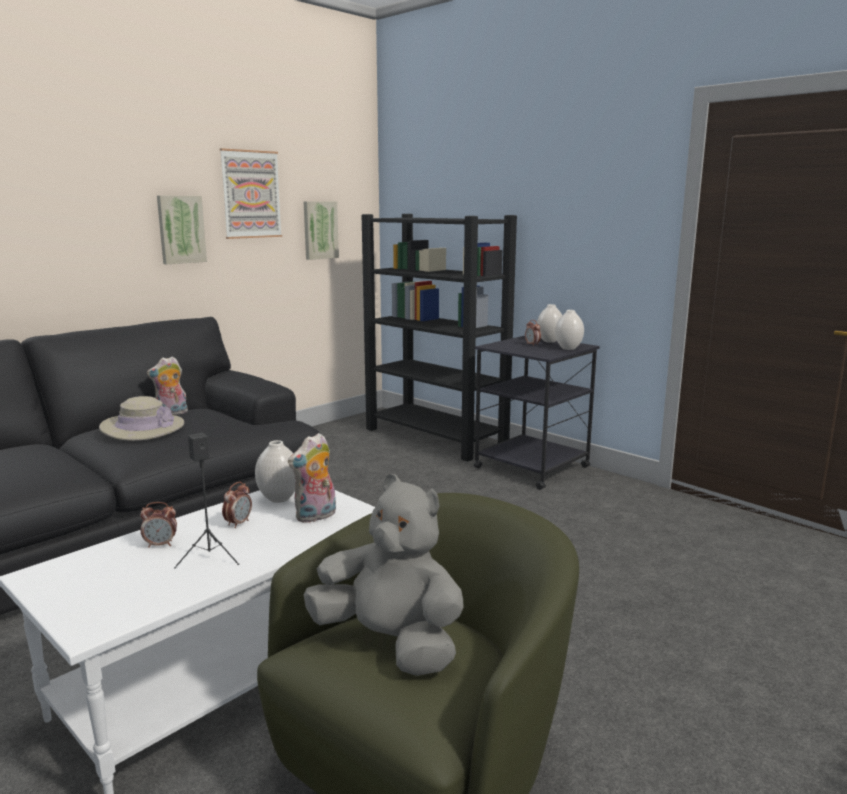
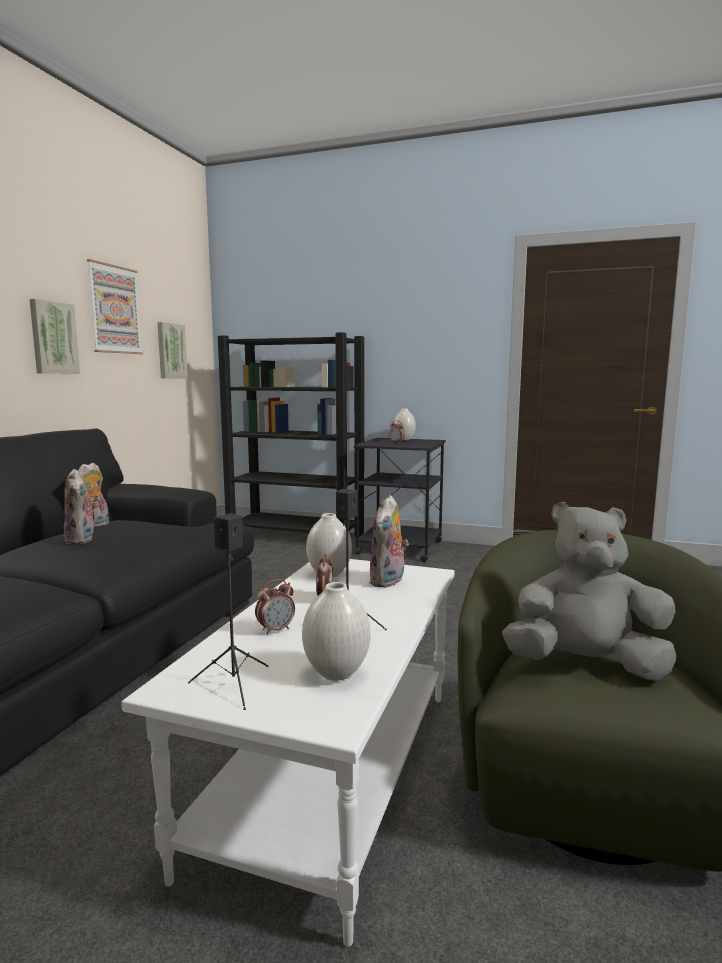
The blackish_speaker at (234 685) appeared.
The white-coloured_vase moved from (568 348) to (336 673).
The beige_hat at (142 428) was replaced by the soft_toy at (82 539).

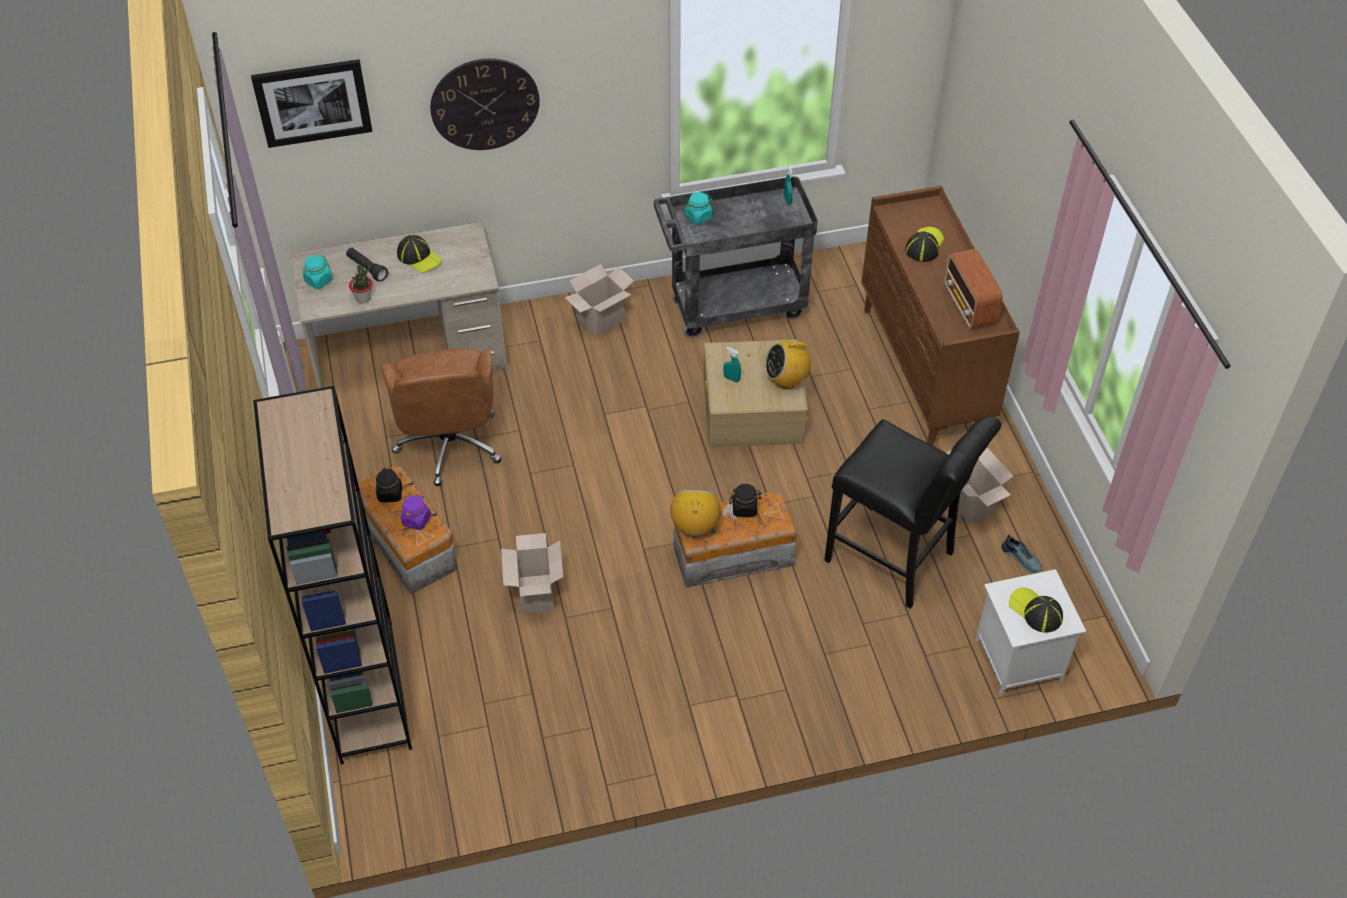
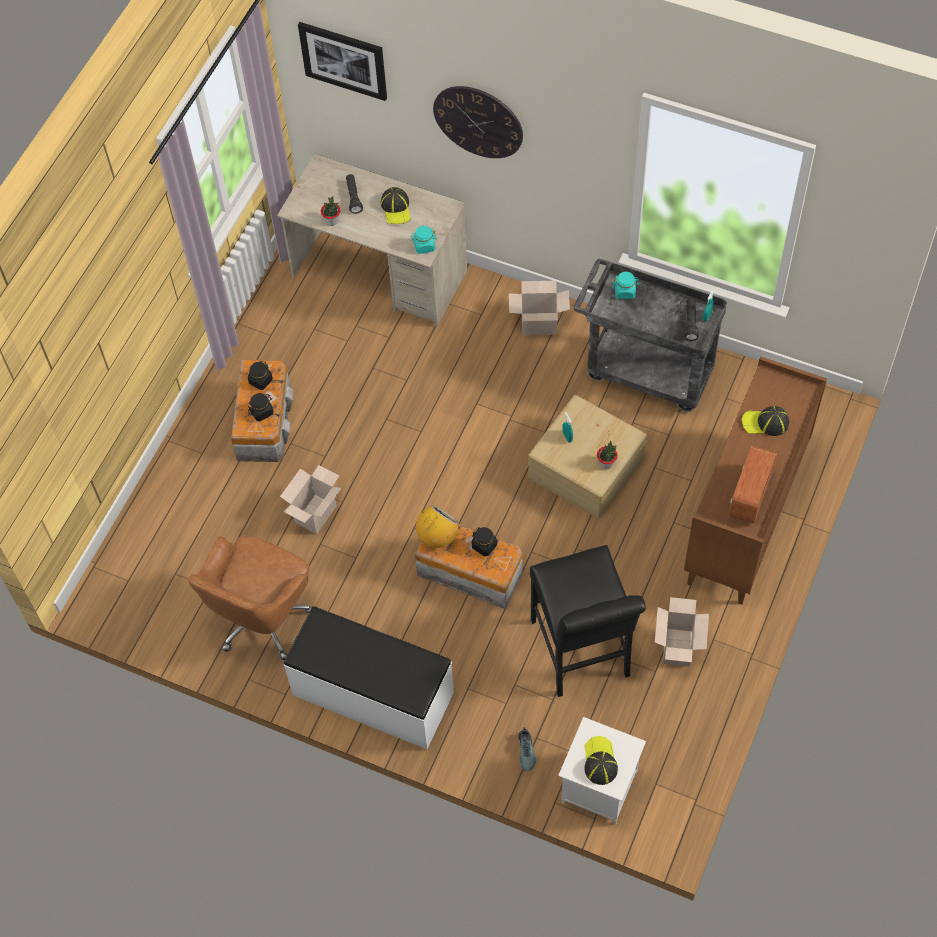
The beige_bookcase at (366 690) disappeared.
The white-coloured_bench at (372 695) appeared.
The blackish_hand_torch at (690 323) appeared.
The turquoise_jar moved from (318 280) to (424 246).
The brownish_desk_chair moved from (449 445) to (262 618).
The shoe moved from (1022 558) to (527 751).
The radio at (786 380) was replaced by the plant_in_a_pot at (606 463).
The purple-coloured_jar at (416 520) became the blackish_jar at (261 412).
The baseball_cap at (924 246) turned 150 degrees counterclockwise.

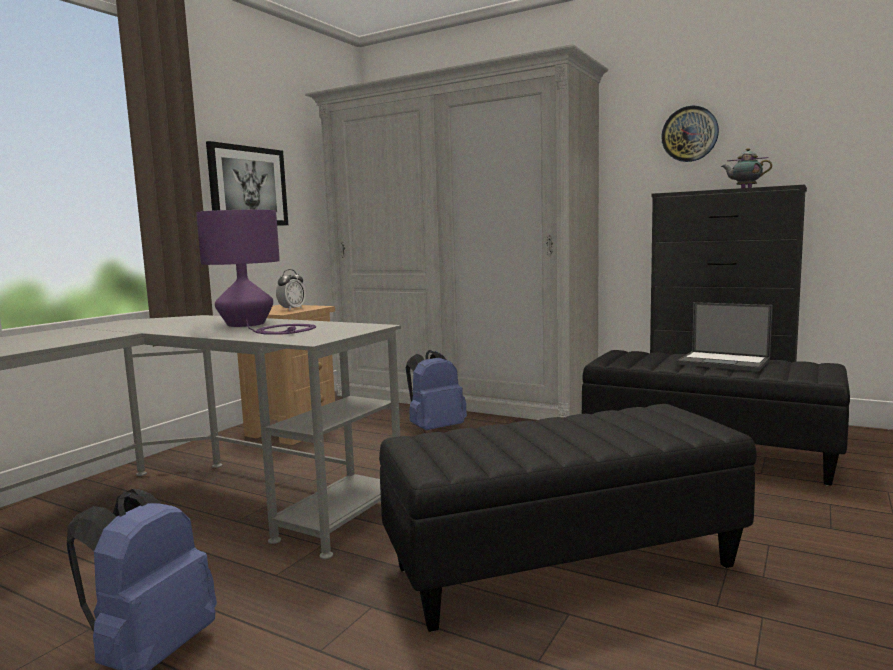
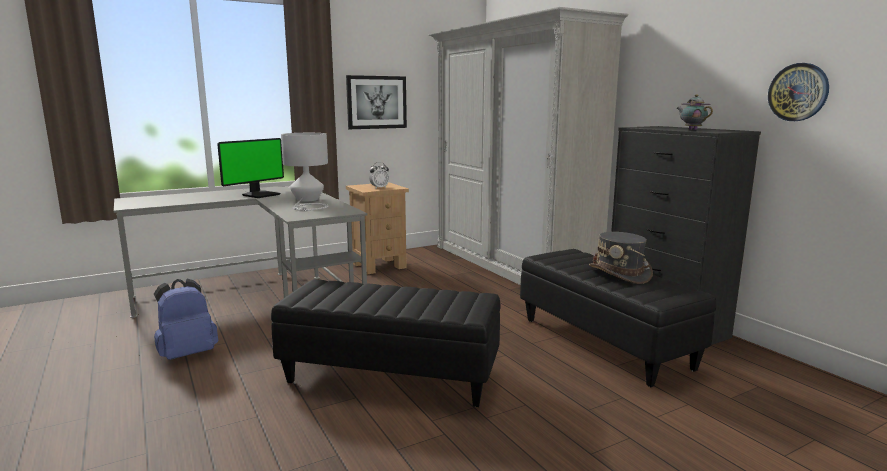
The bluish_backpack at (435 429) disappeared.
The computer_screen at (260 195) appeared.
The hanging_clock moved from (689 134) to (798 92).
The notebook_computer at (724 362) was replaced by the grey_hat at (619 274).
The purple-coloured_tabletop_lamp at (260 326) became the white-coloured_tabletop_lamp at (308 202).

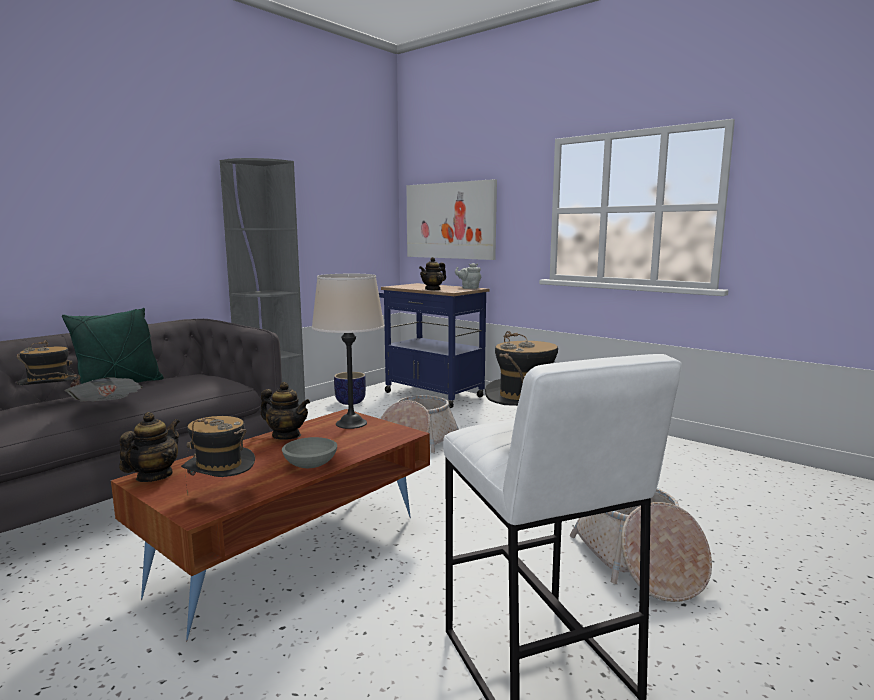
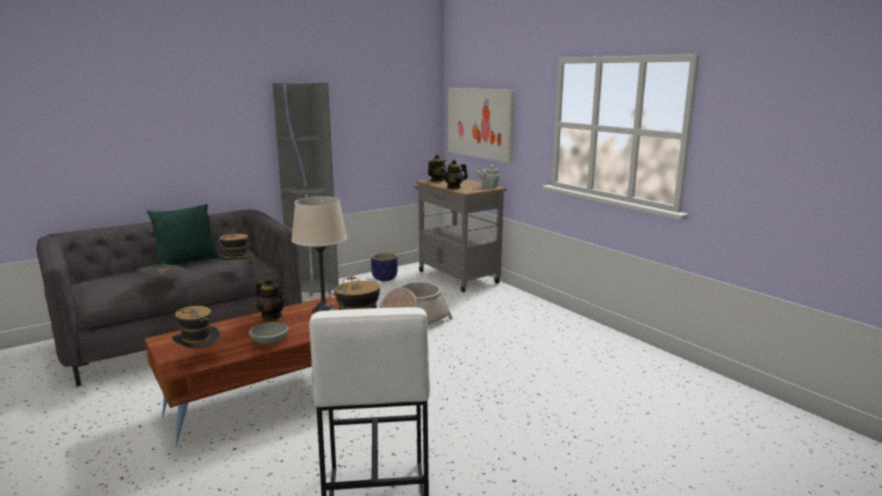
The storage_basket at (639 562) disappeared.
The hat moved from (51 404) to (237 272).
The tea_pot moved from (154 476) to (436 181).
The bluish_wheeled_cart at (431 394) became the grey_wheeled_cart at (456 276).

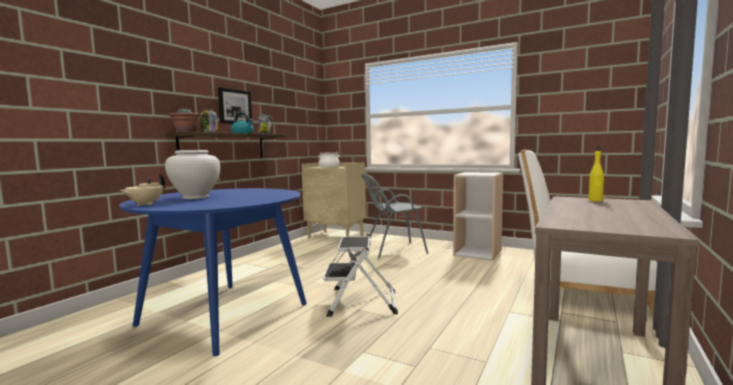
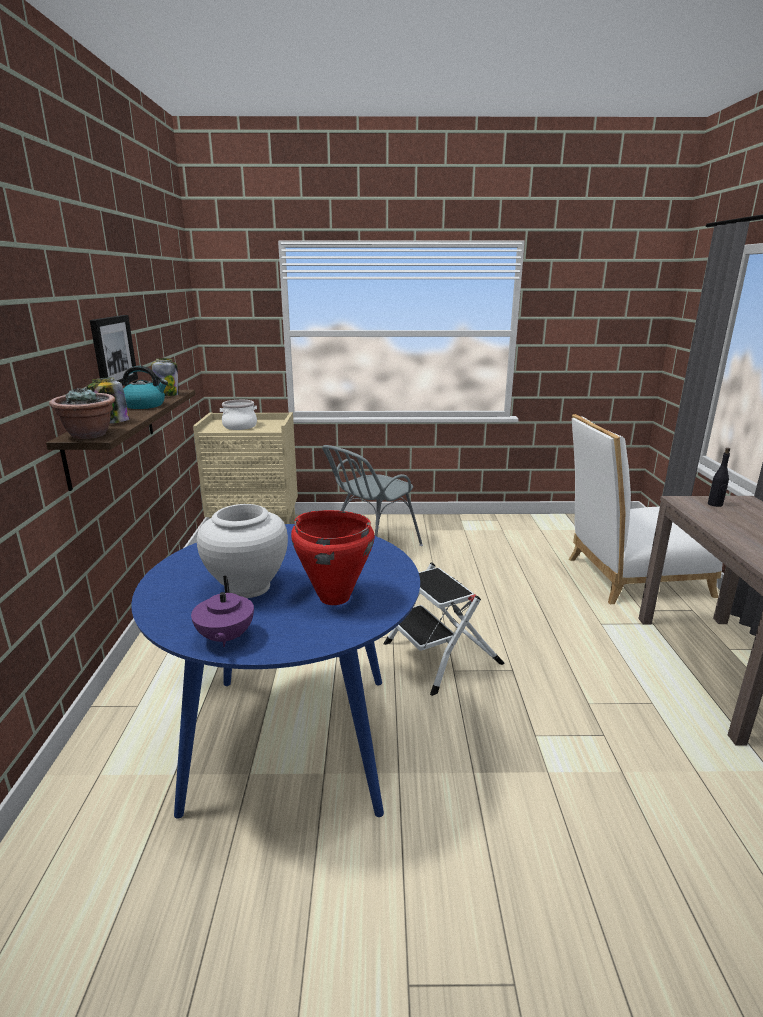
The bookcase at (478 253) disappeared.
The red-coloured_cooking_pot at (334 597) appeared.
The beige_tea_pot at (145 204) became the purple-coloured_tea_pot at (225 638).
The yellowish_bottle at (595 200) became the blackish_bottle at (715 504).

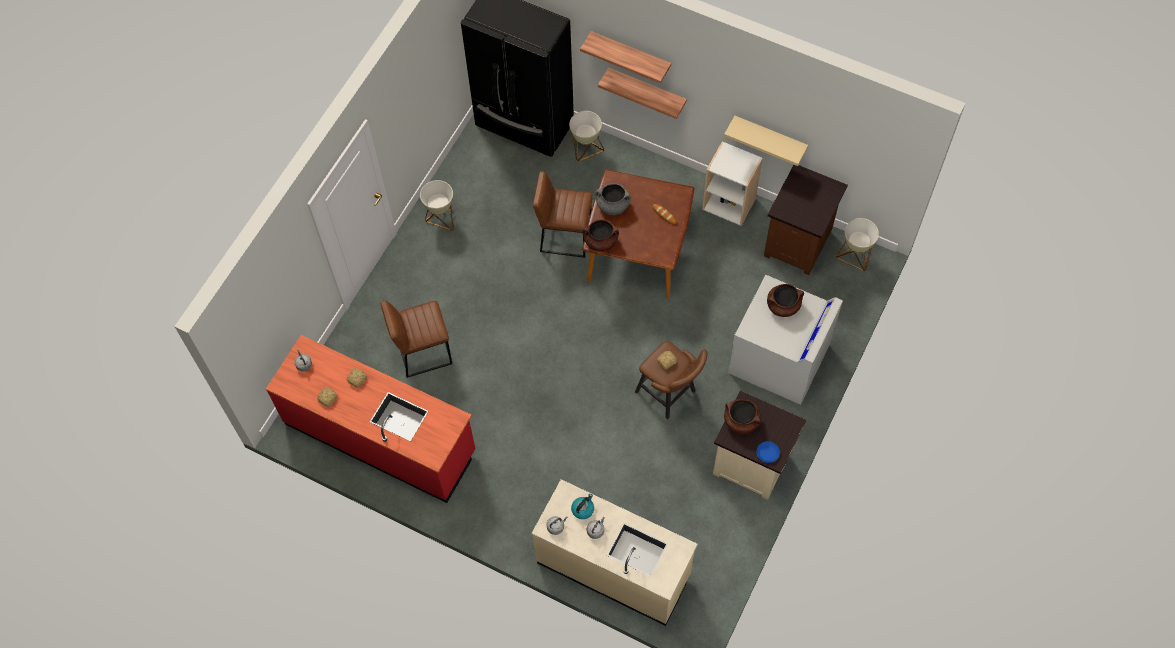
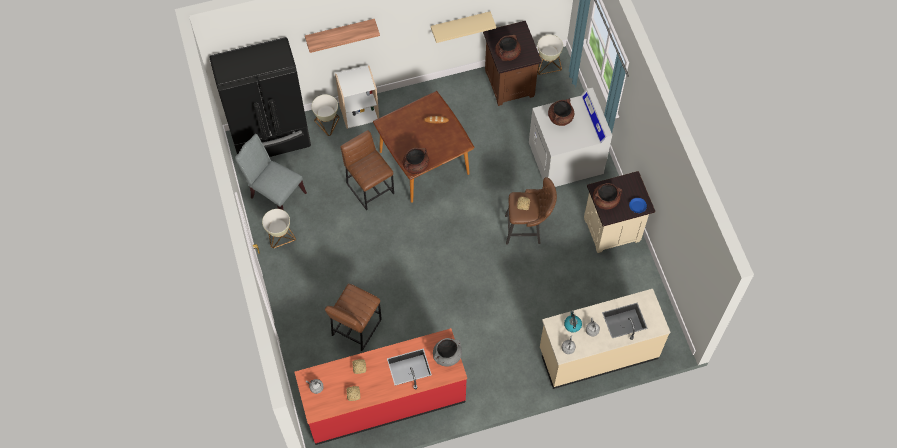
The bracket_shelf at (647 89) disappeared.
The grey_chair at (275 195) appeared.
The brownish_cooking_pot at (507 54) appeared.
The grey_cooking_pot moved from (612 205) to (447 356).
The white-coloured_bookcase moved from (729 203) to (359 112).
The brownish_chair at (564 237) turned 90 degrees clockwise.

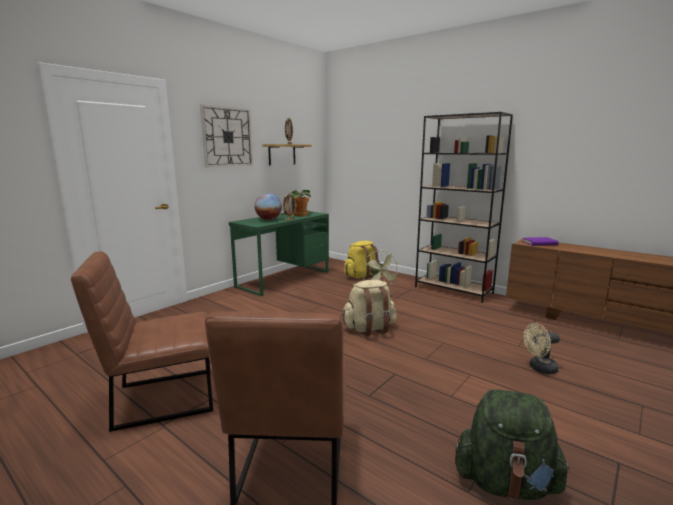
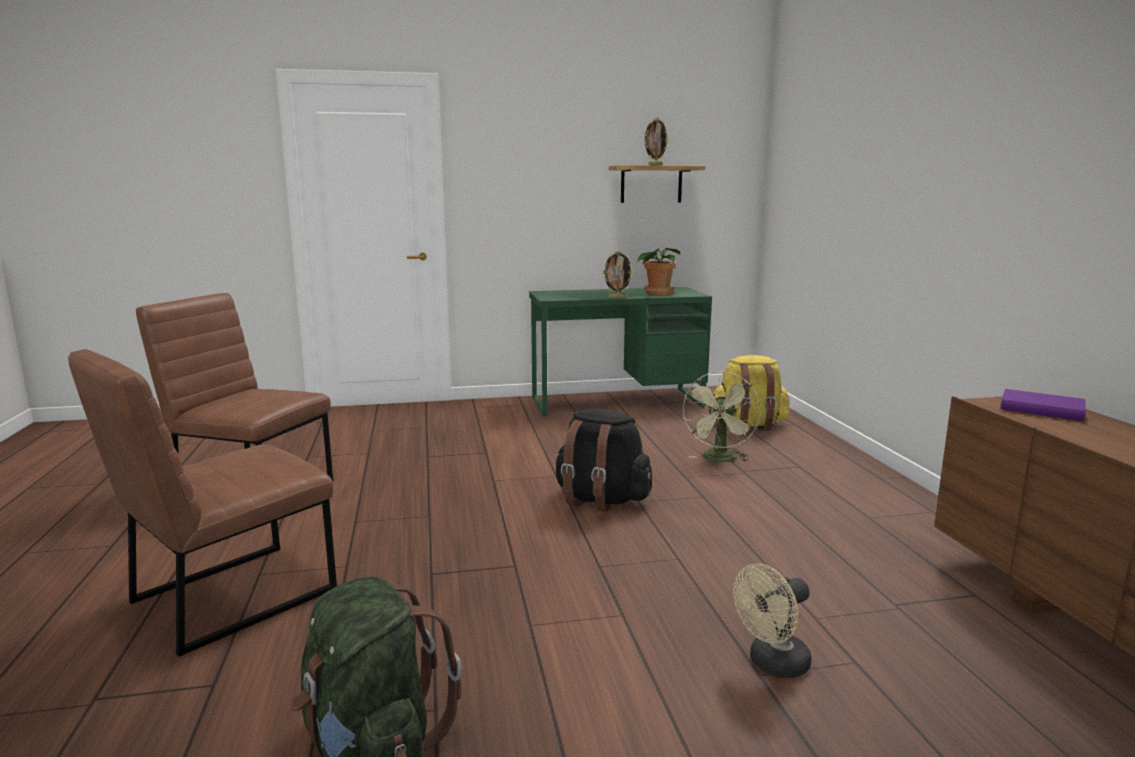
The hanging_clock at (227 137) disappeared.
The world_globe at (268 219) disappeared.
The beige_bookcase at (454 290) disappeared.
The beige_backpack at (369 329) became the blackish_backpack at (601 500).
The beige_fan at (539 368) turned 60 degrees counterclockwise.

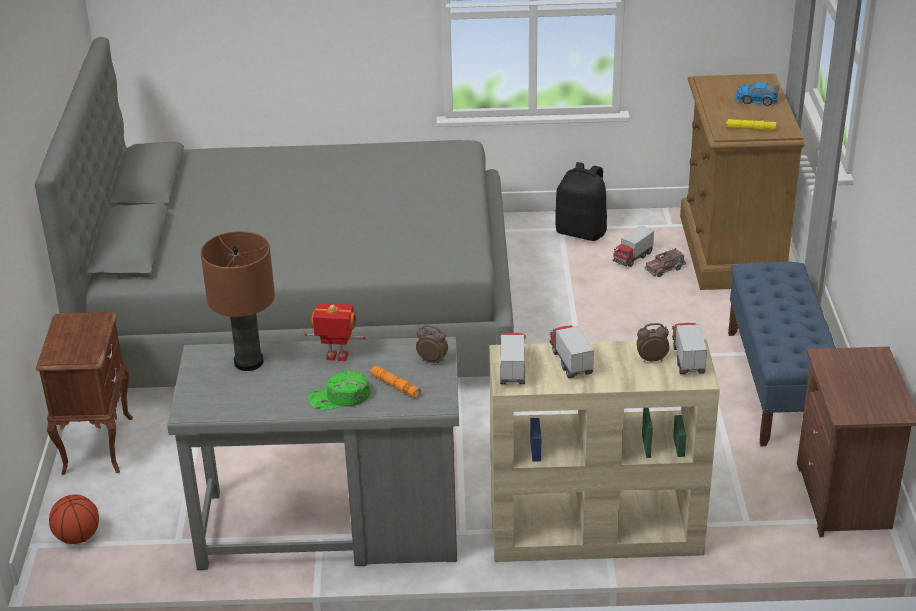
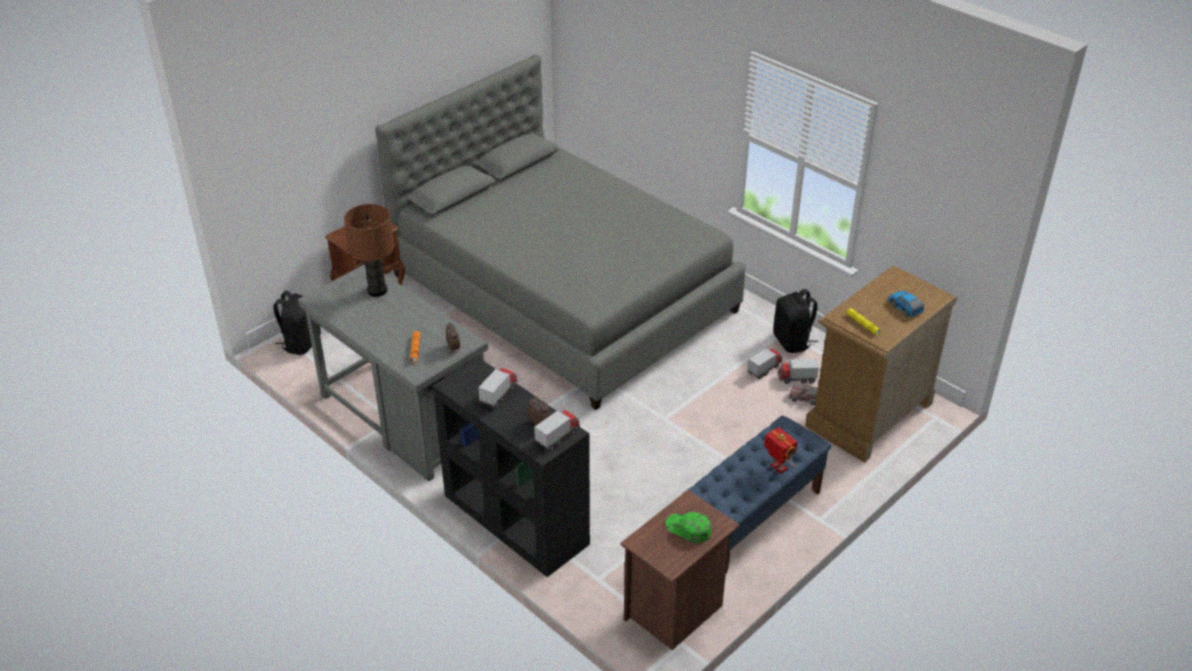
The toy_robot moved from (336 357) to (777 468).
The greenish_baseball_cap moved from (339 397) to (688 529).
The model_truck moved from (512 369) to (764 369).
The basketball_ball at (78 537) was replaced by the blackish_backpack at (301 343).
The beige_bookcase at (595 532) became the blackish_bookcase at (515 520).

